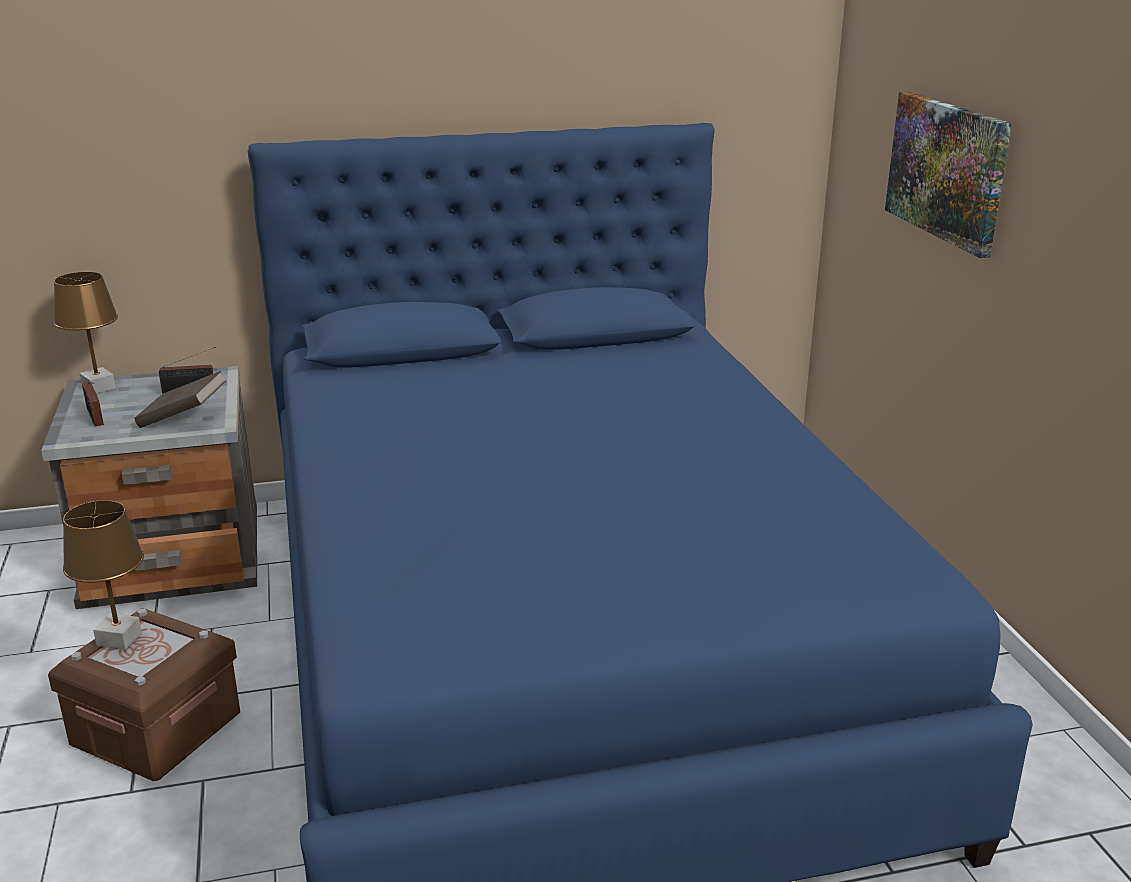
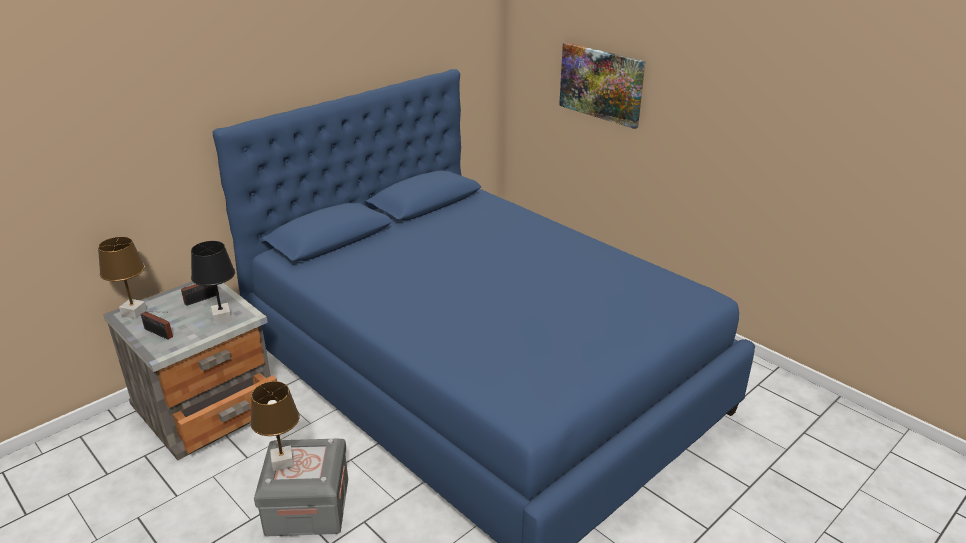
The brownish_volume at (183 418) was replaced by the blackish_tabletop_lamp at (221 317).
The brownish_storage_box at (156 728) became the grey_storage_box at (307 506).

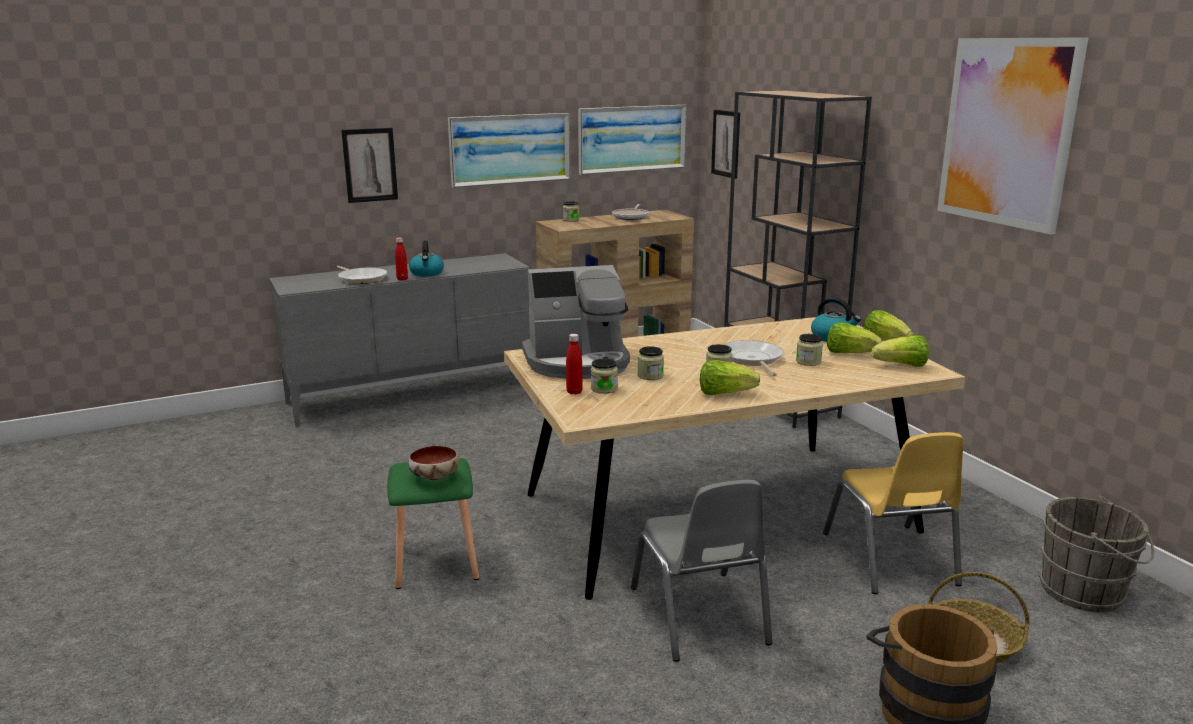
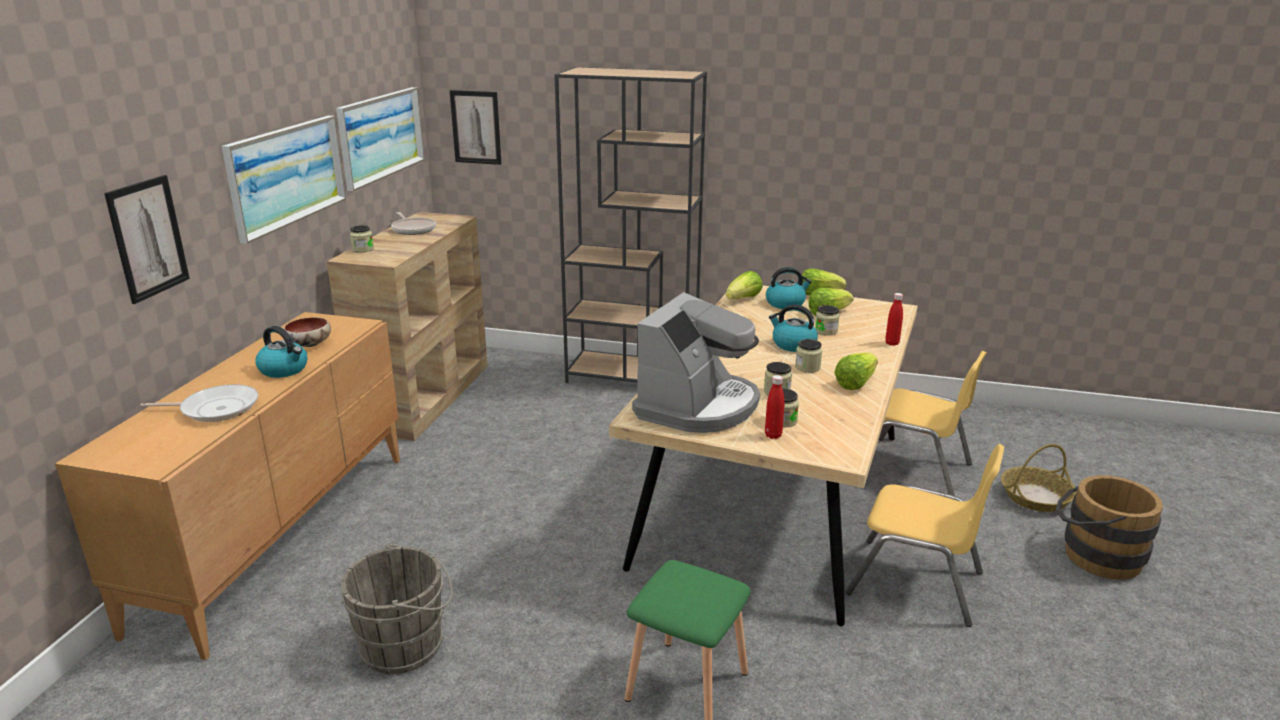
The picture at (1007 132) disappeared.
The red-coloured_bottle moved from (402 279) to (892 343).
The deep_dish moved from (433 476) to (309 345).
The lettuce_head moved from (901 366) to (743 299).
The grey_bucket moved from (1087 592) to (407 644).
The frying_pan at (752 359) was replaced by the kettle at (793 344).
The grey_drawer_chest at (412 393) became the brownish_drawer_chest at (278 536).
The grey_chair at (699 615) became the yellowish_chair at (916 583).

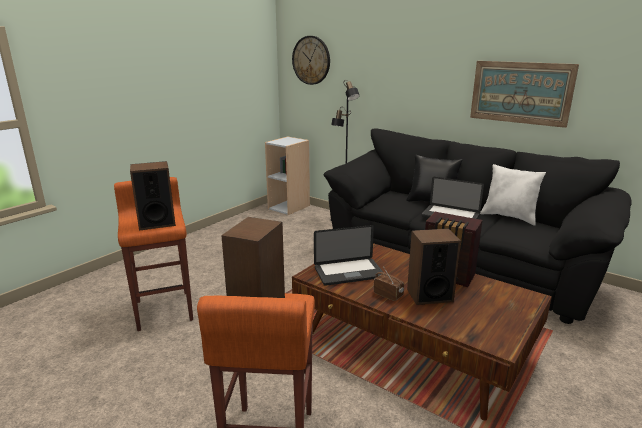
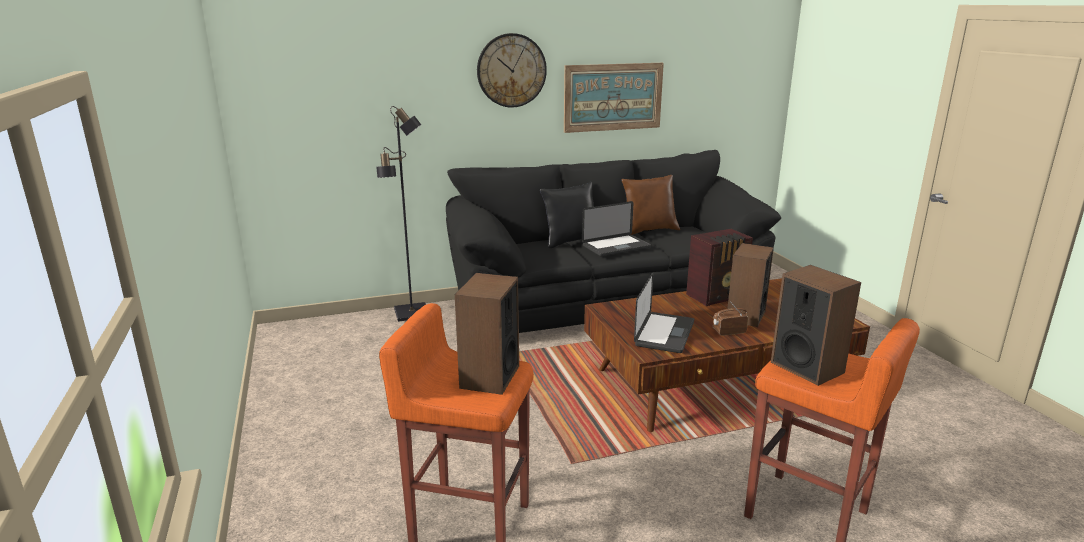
The bookcase at (289 207) disappeared.
The hanging_clock moved from (311 60) to (511 70).
The white-coloured_cushion at (509 217) became the brownish_cushion at (649 230).

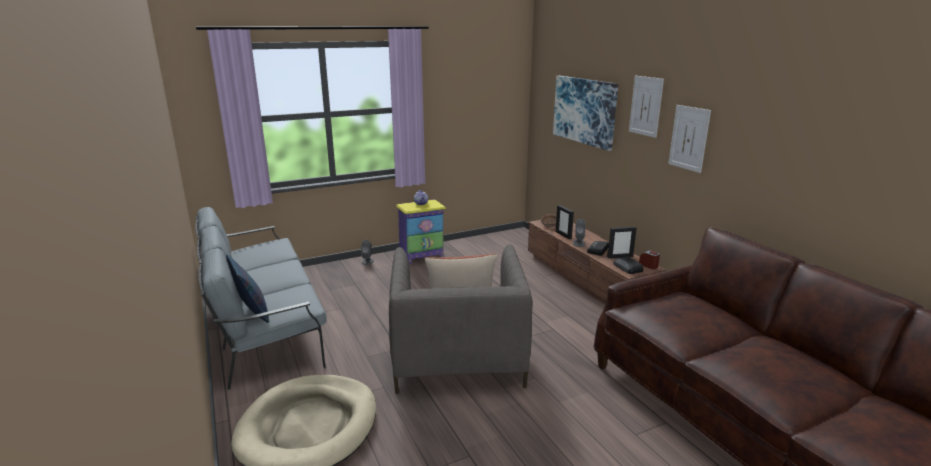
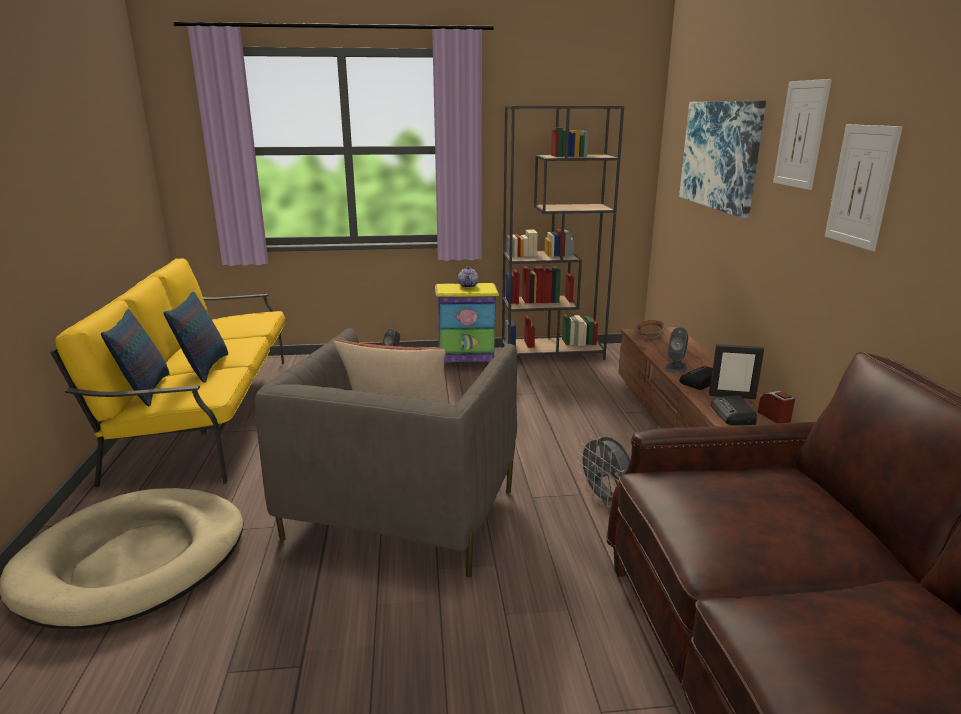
The standing_frame at (563 235) disappeared.
The bluish_cushion at (205 368) appeared.
The bookcase at (552 353) appeared.
The grey_fan at (605 499) appeared.
The grey_sofa at (263 323) became the yellowish_sofa at (207 414).

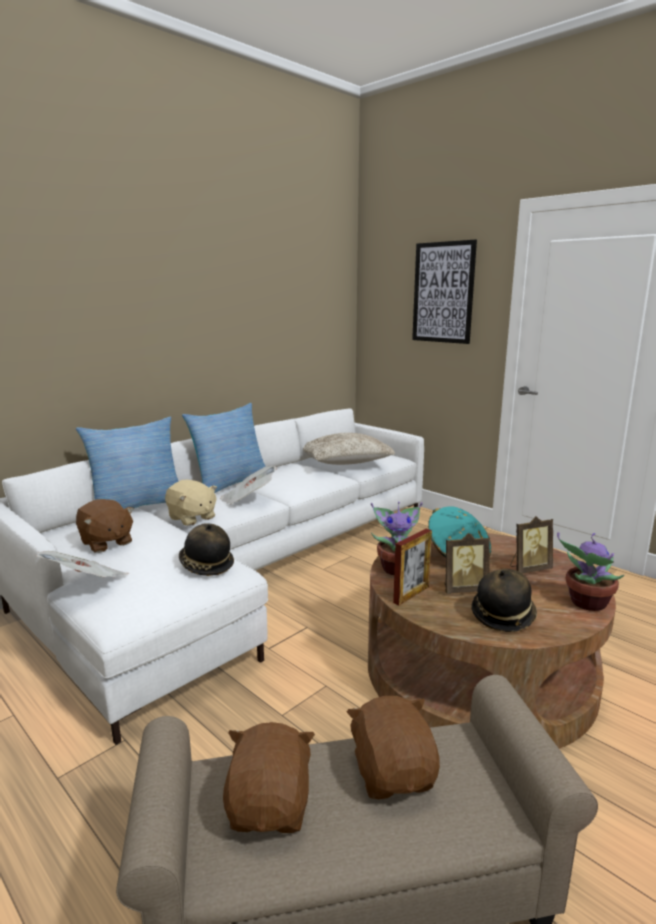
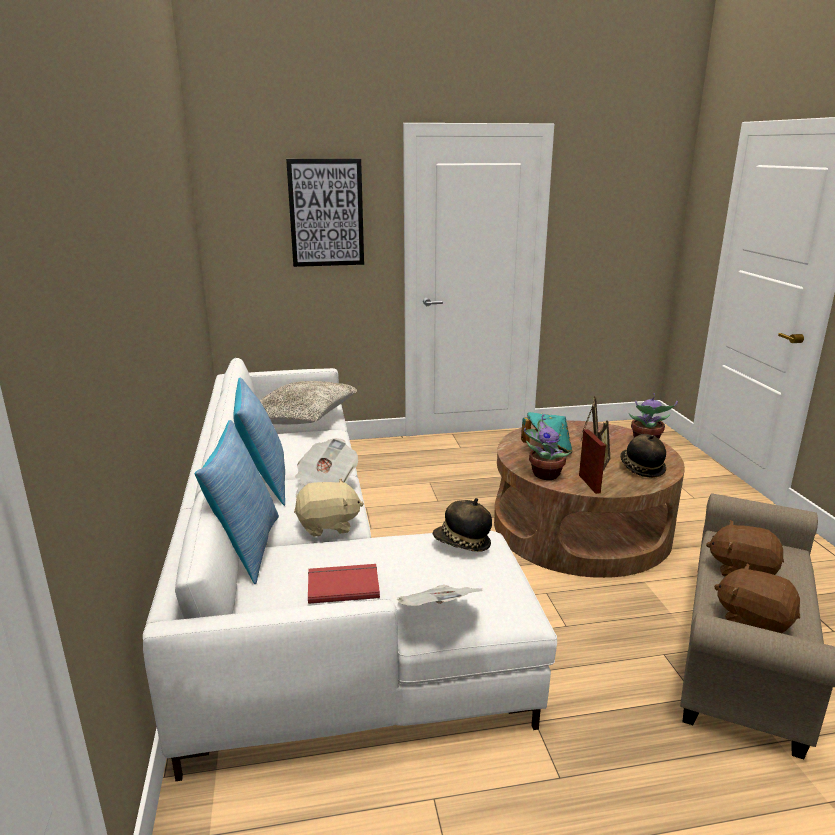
The brownish_soft_toy at (106 543) was replaced by the red-coloured_volume at (343 585).

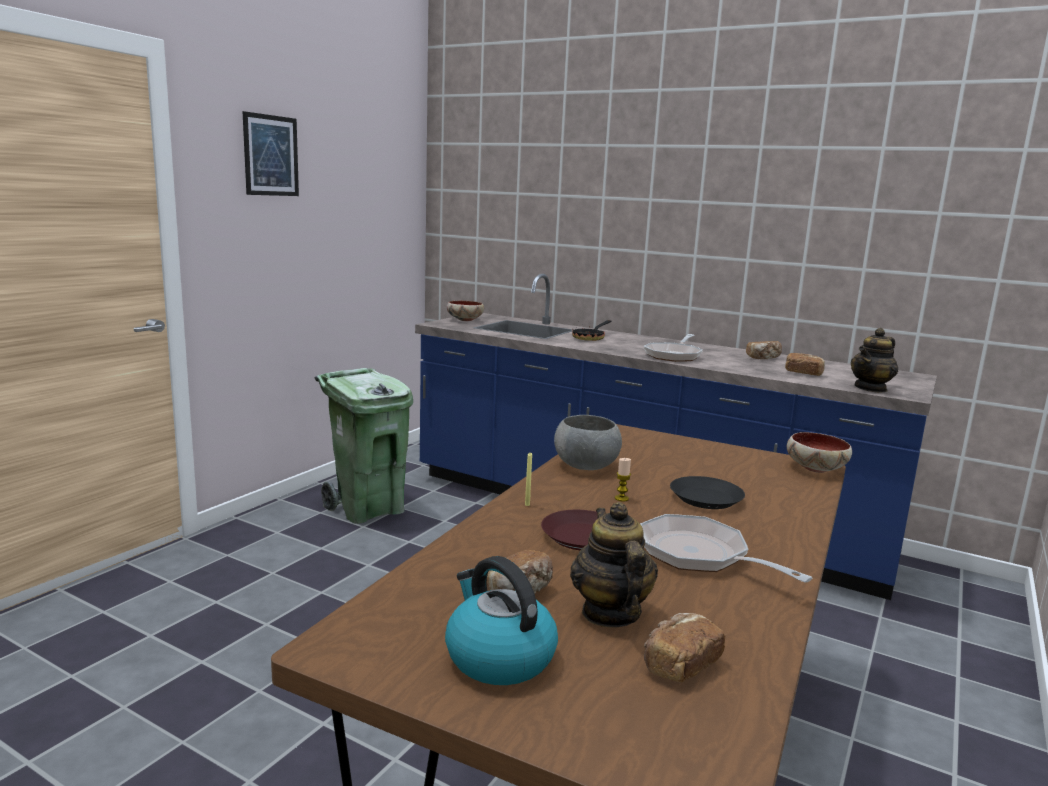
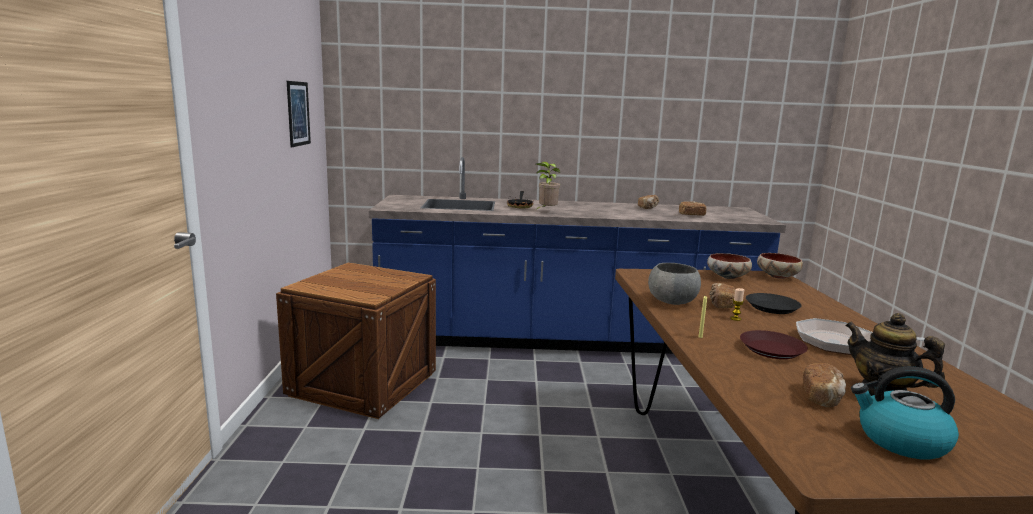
The frying_pan at (674 355) disappeared.
The tea_pot at (871 388) disappeared.
The plant_in_a_pot at (546 211) appeared.
The picture moved from (271 155) to (298 113).
The deep_dish moved from (464 320) to (727 277).
The baked_bread moved from (680 664) to (720 304).
The greenish_trash_can at (368 509) was replaced by the shipping_crate at (363 384).

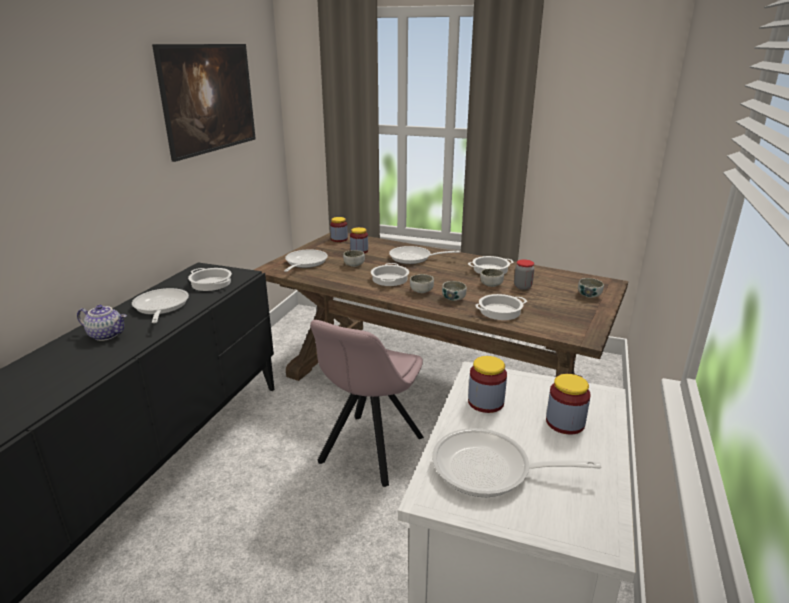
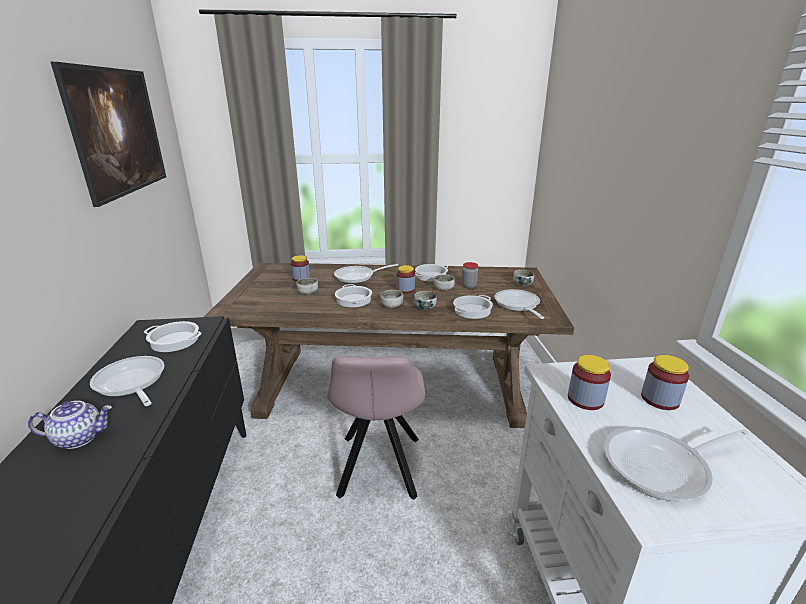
The frying_pan moved from (304 263) to (518 305).
The jar moved from (339 239) to (405 290).

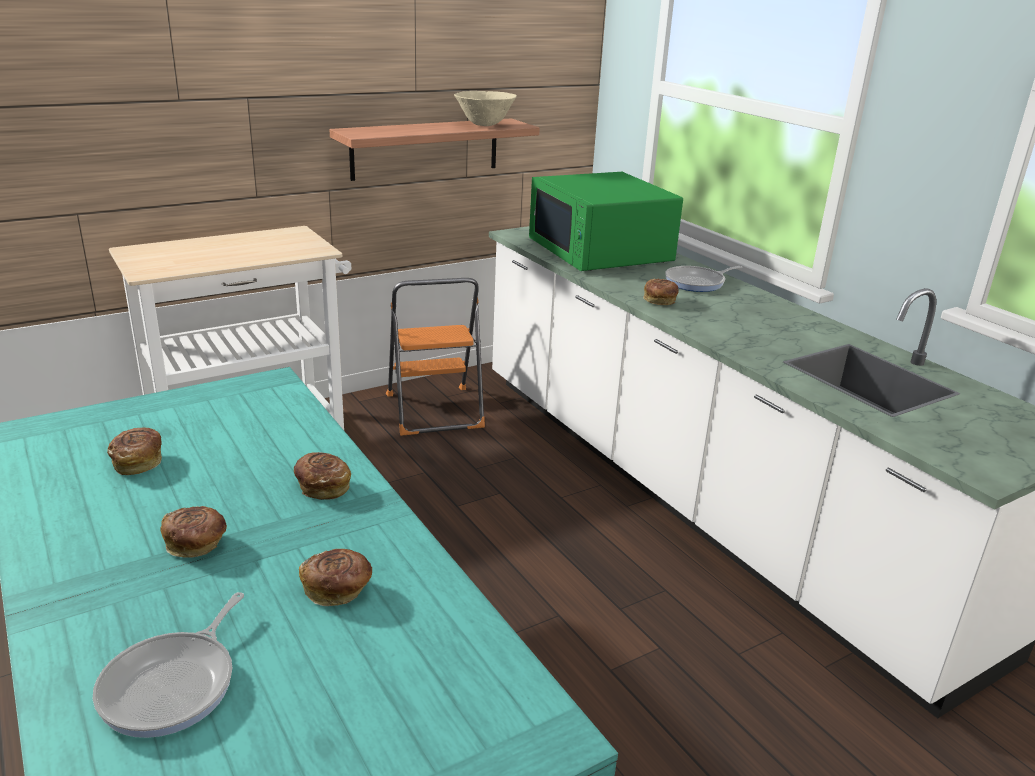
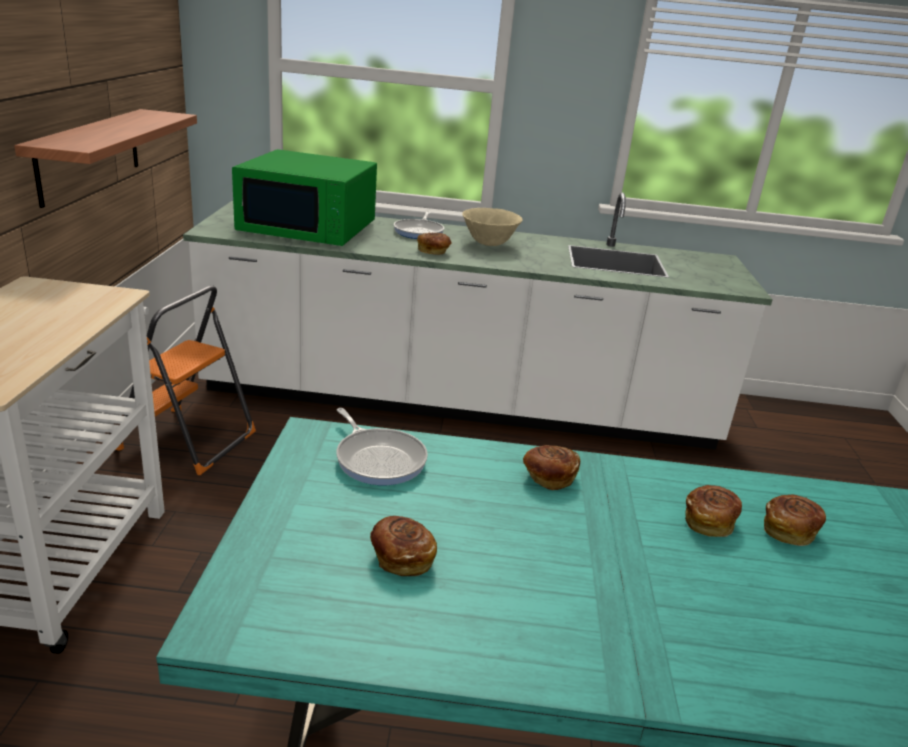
The frying_pan moved from (173 684) to (379 459).
The baked_bread moved from (196 544) to (789 531).
The beige_deep_dish moved from (484 125) to (489 244).

